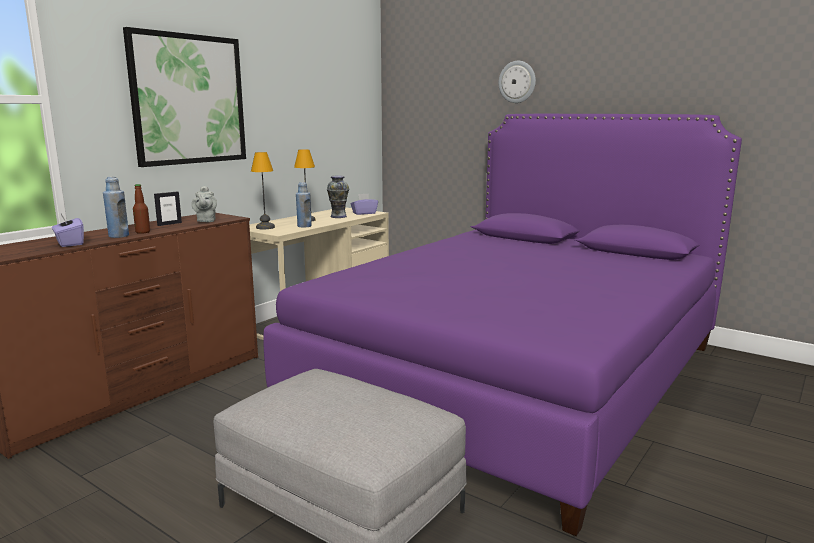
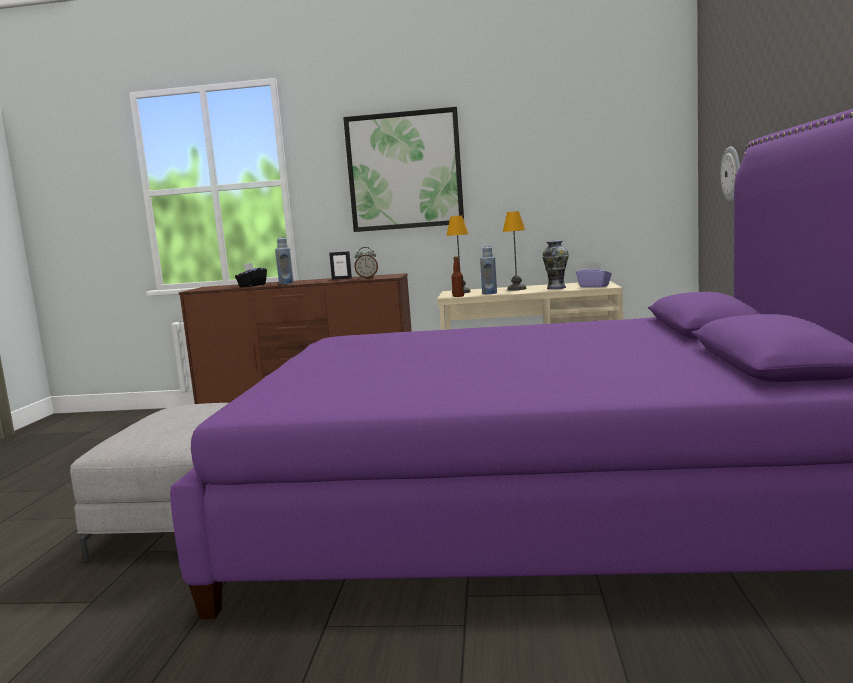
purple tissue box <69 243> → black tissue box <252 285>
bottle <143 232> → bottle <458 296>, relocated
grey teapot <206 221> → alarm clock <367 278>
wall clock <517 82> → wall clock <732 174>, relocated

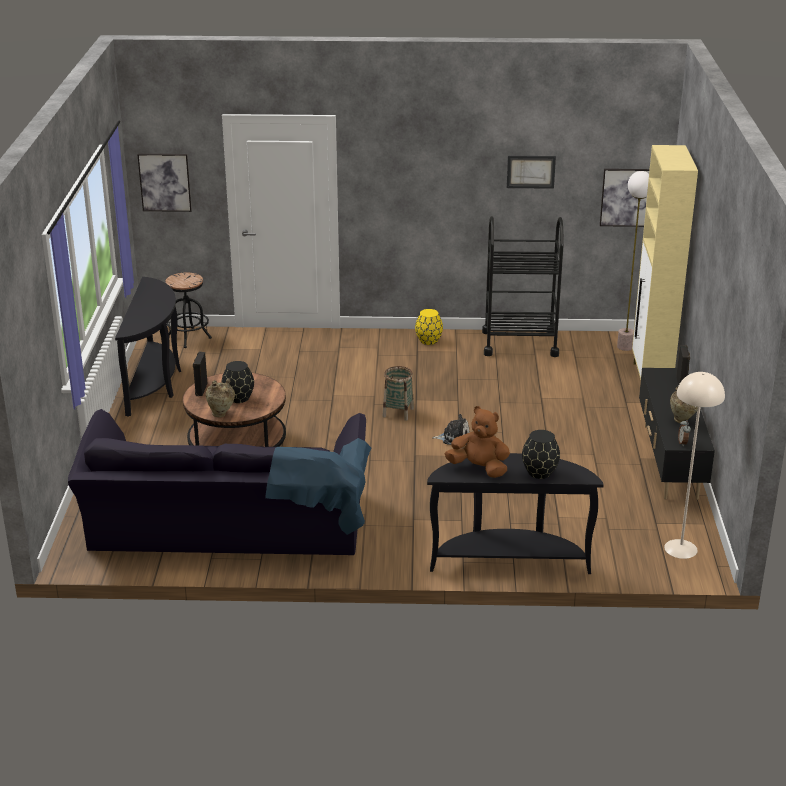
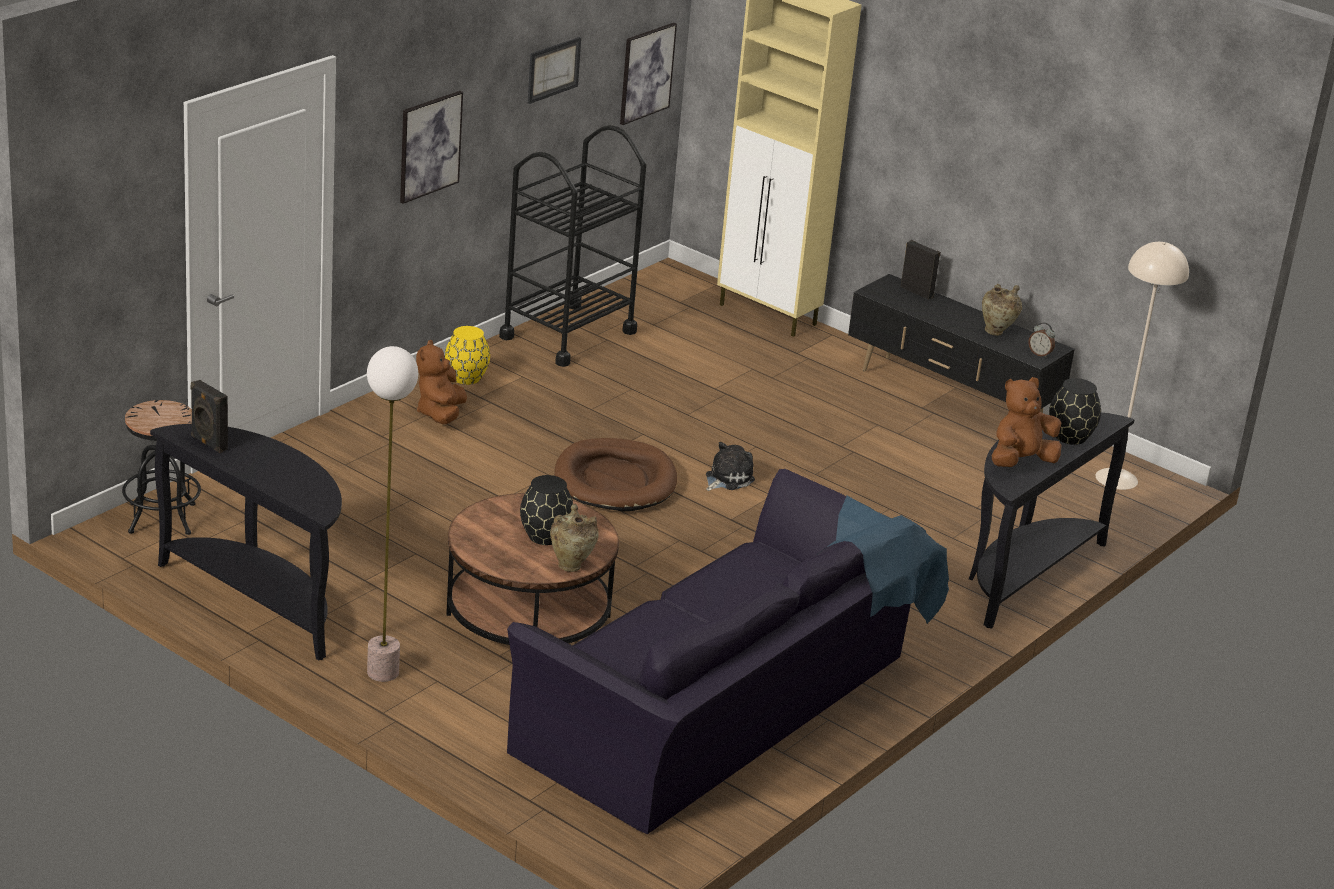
picture <165 182> → picture <429 146>, relocated
black speaker <200 389> → black speaker <208 443>, relocated
basket <398 412> → brown dog bed <615 481>
floor lamp <625 346> → floor lamp <382 672>, relocated
- → brown plush toy <440 414>

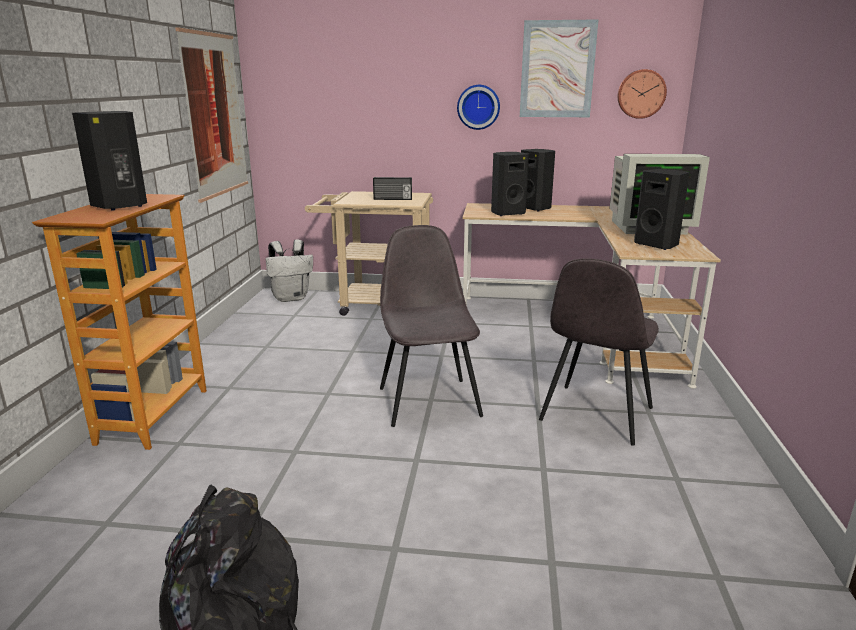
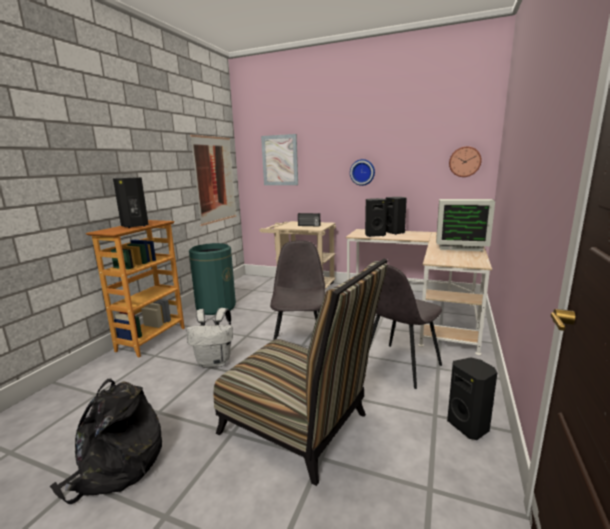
white backpack <291 298> → white backpack <215 362>, relocated
picture <557 69> → picture <280 160>, relocated
black speaker <657 245> → black speaker <469 426>, relocated
- → green trash can <216 307>
- → chair <301 427>

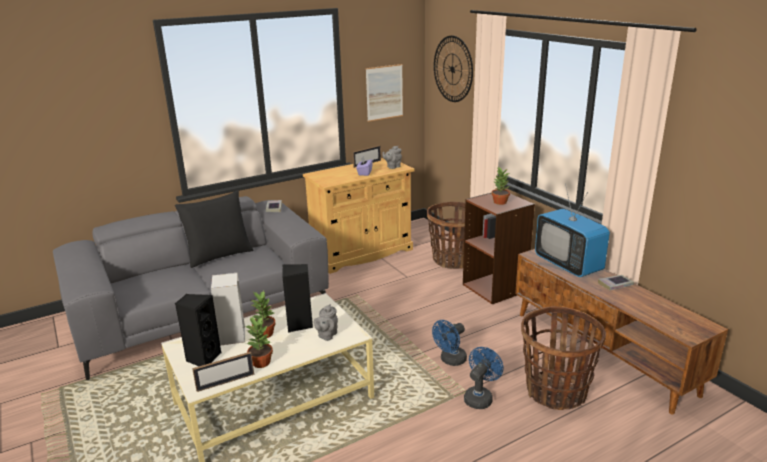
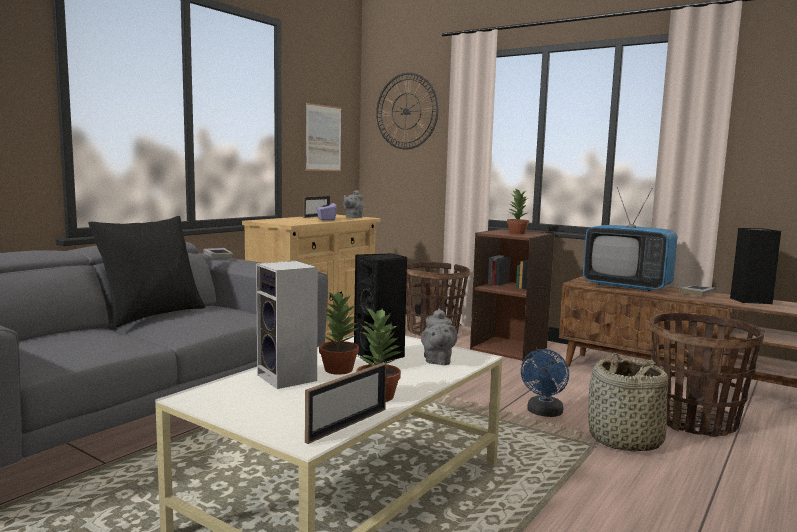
black speaker <203 358> → black speaker <749 300>, relocated
blue fan <480 397> → basket <624 440>

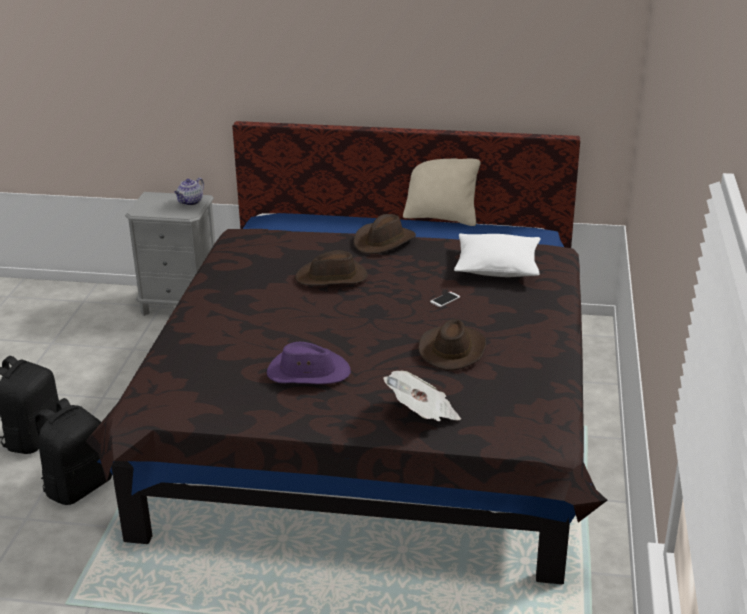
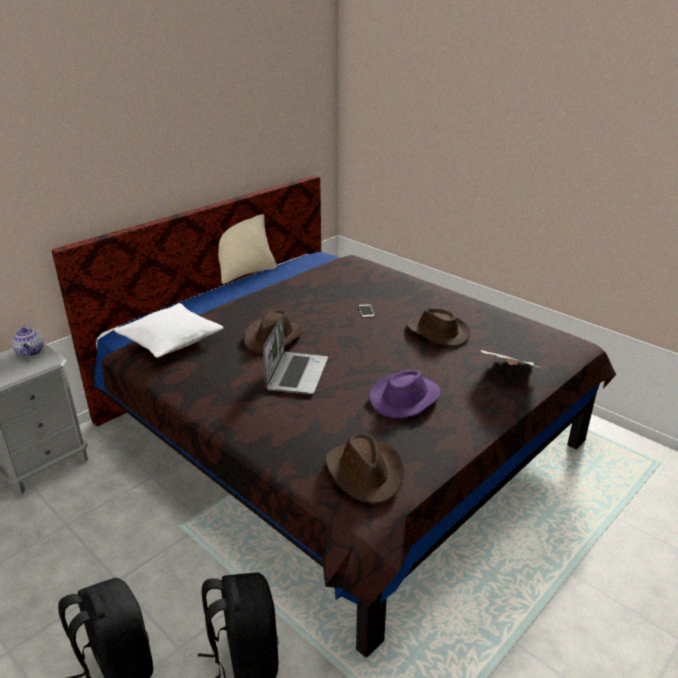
brown hat <384 241> → brown hat <365 472>, relocated
white pillow <497 267> → white pillow <171 341>, relocated
- → laptop <296 374>

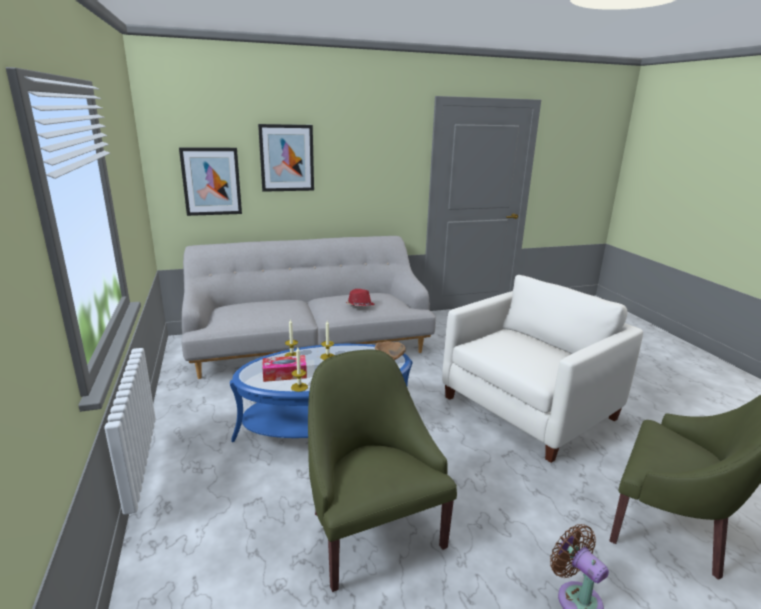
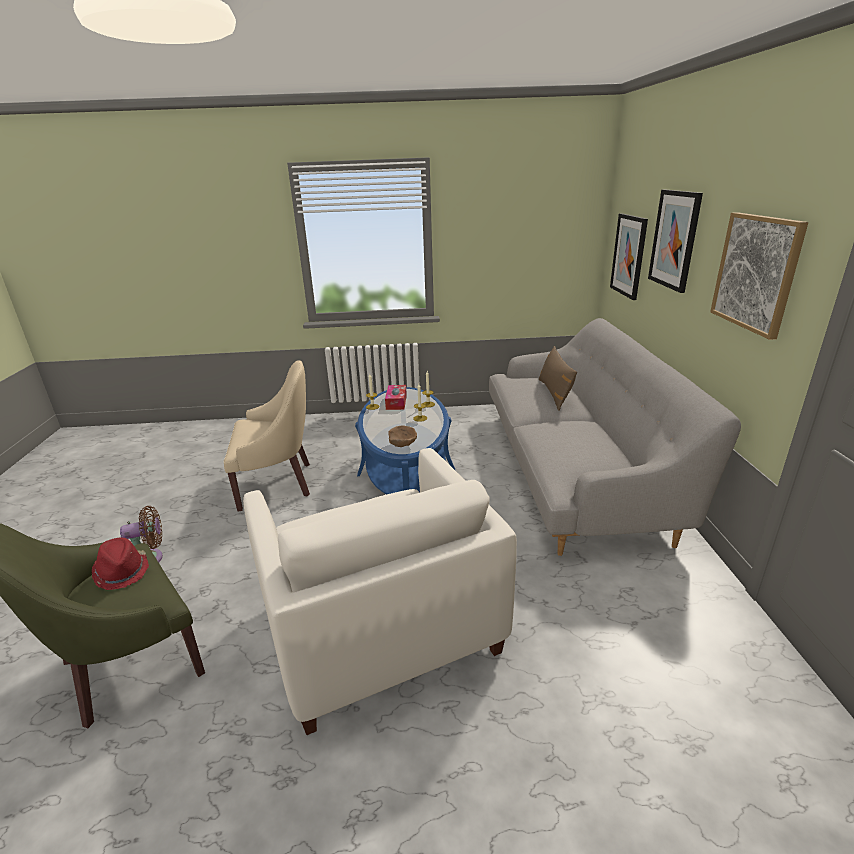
green armchair <371 530> → beige armchair <277 483>
red hat <359 306> → red hat <122 571>, relocated
- → brown pillow <555 394>
- → picture <756 273>

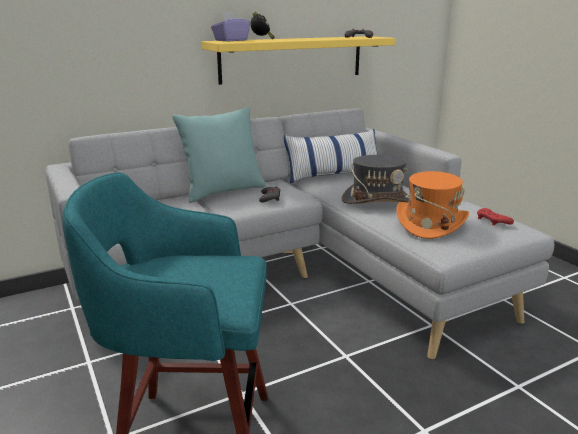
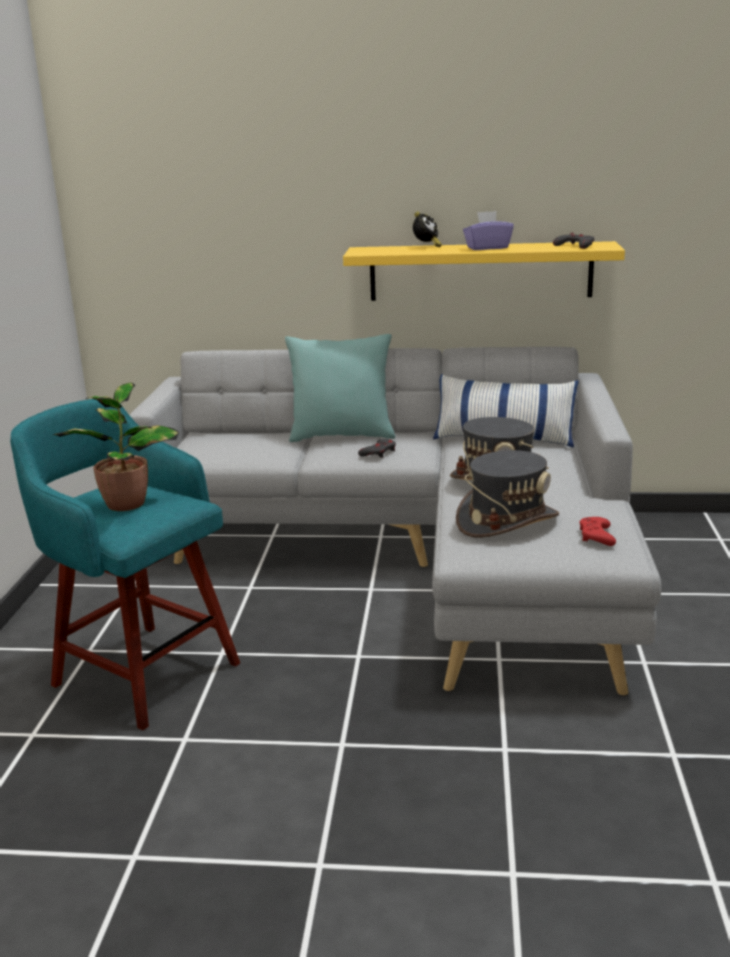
purple tissue box <231 40> → purple tissue box <487 248>, relocated
orange hat <430 223> → grey hat <507 521>
- → potted plant <127 502>

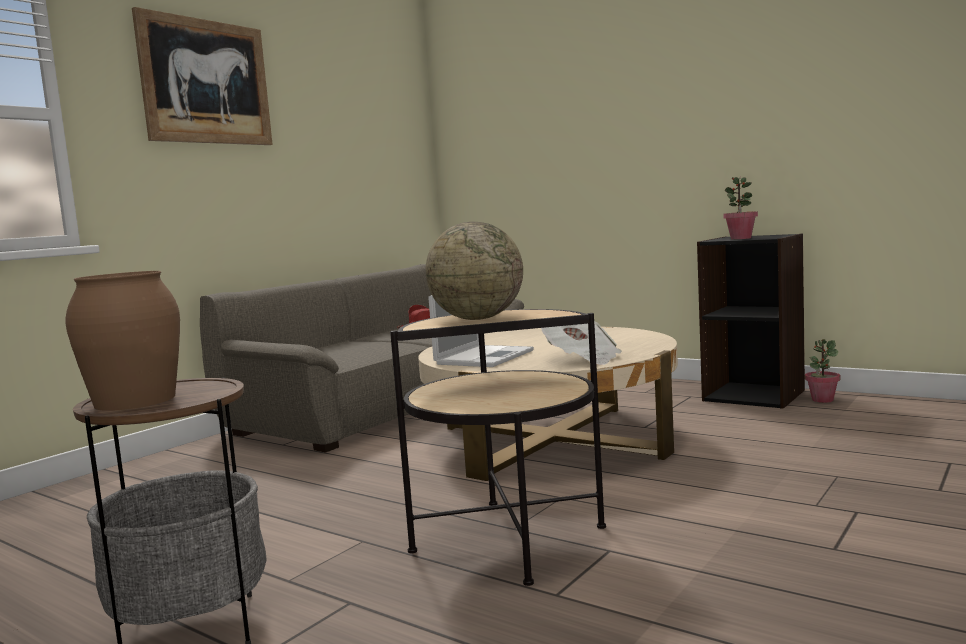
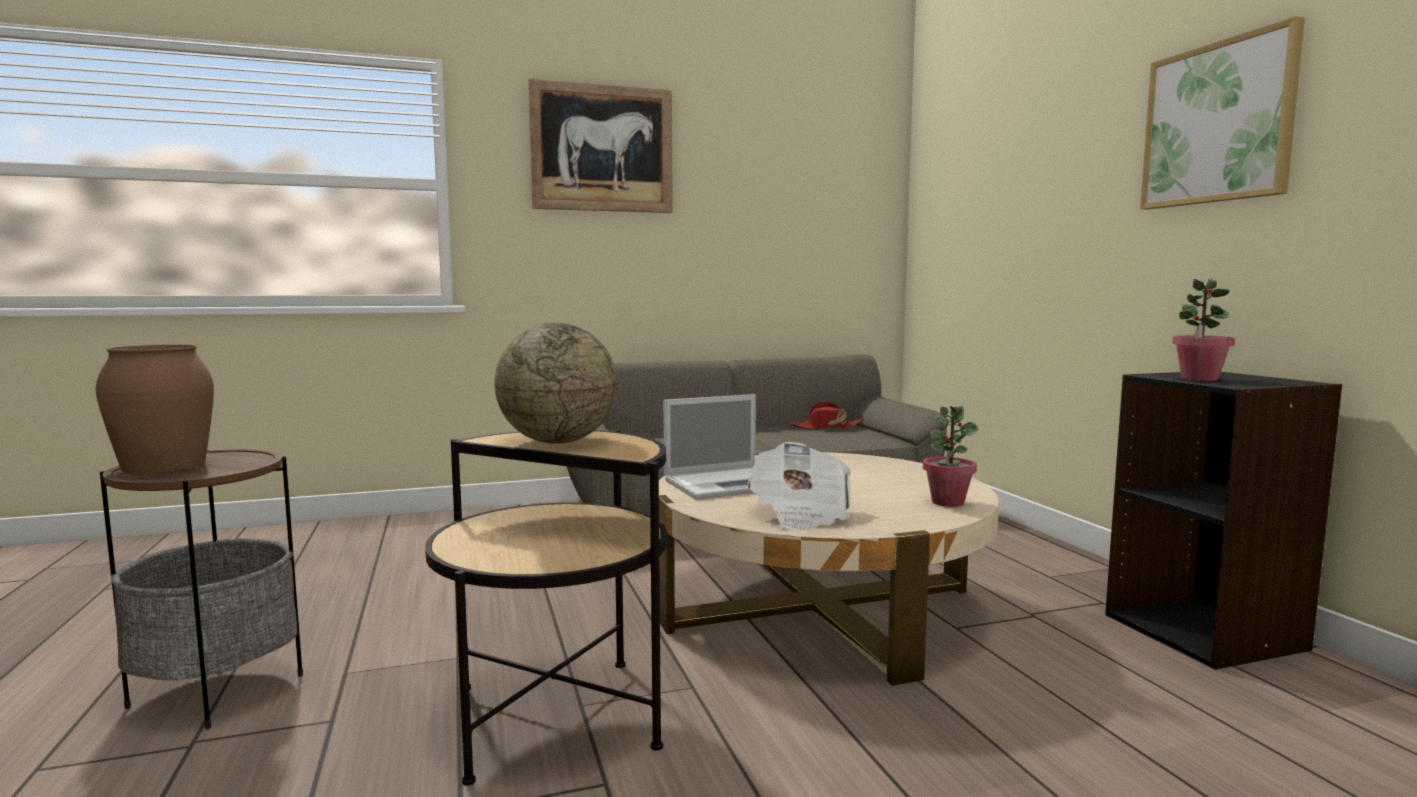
potted plant <822 400> → potted plant <947 502>, relocated
- → picture <1218 123>

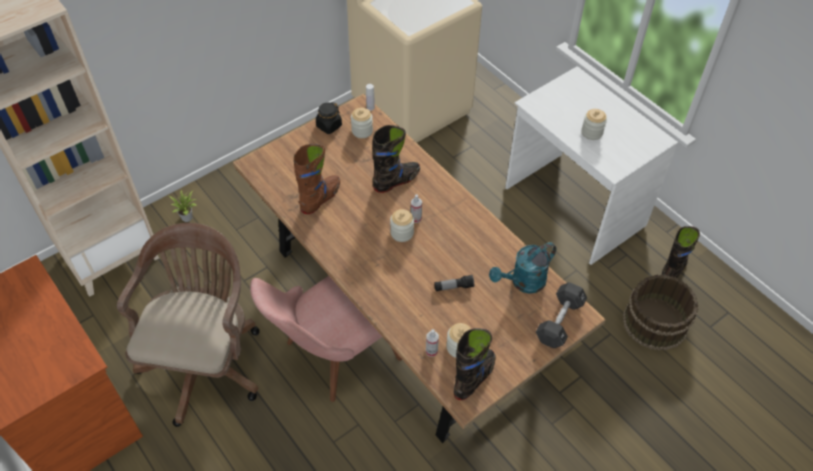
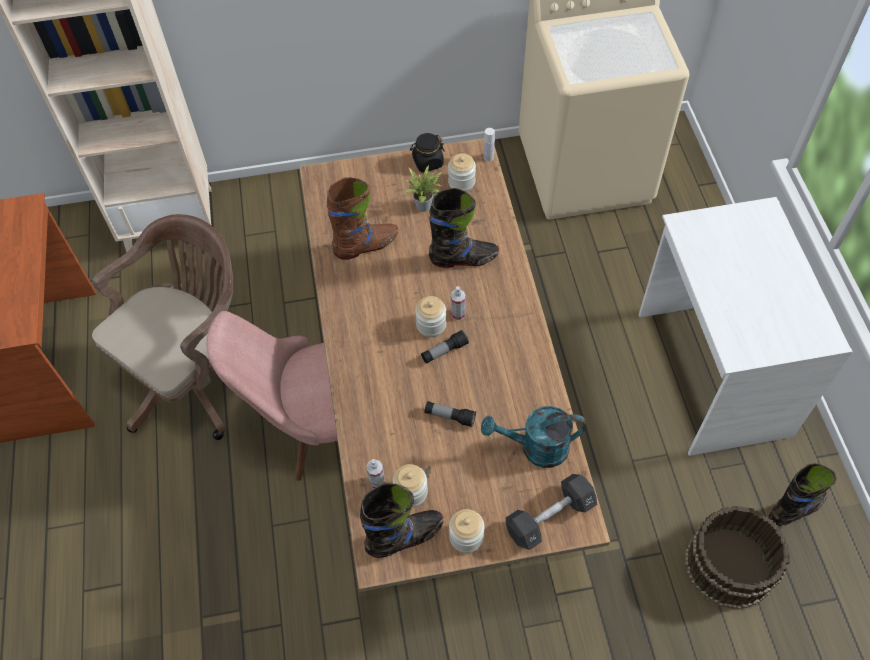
potted plant <188 217> → potted plant <425 205>, relocated
jar <592 132> → jar <466 537>, relocated
- → flashlight <444 351>

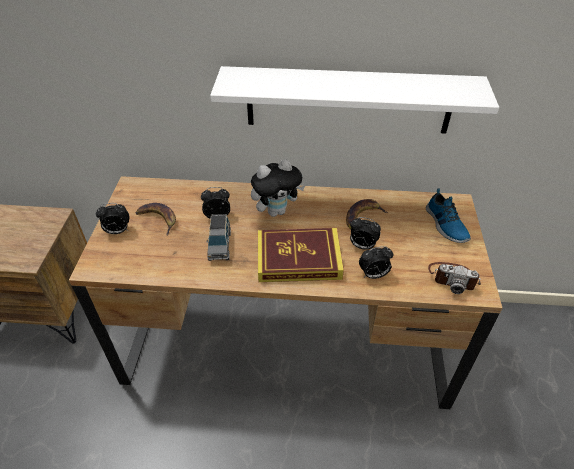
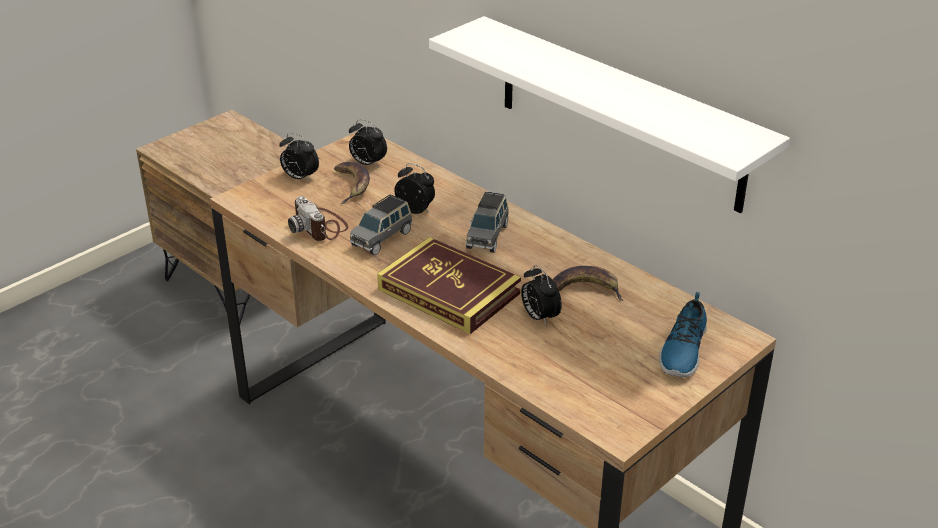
plush toy <276 211> → grey toy car <487 236>
alarm clock <373 275> → alarm clock <367 164>, relocated
photo camera <452 278> → photo camera <320 227>, relocated

